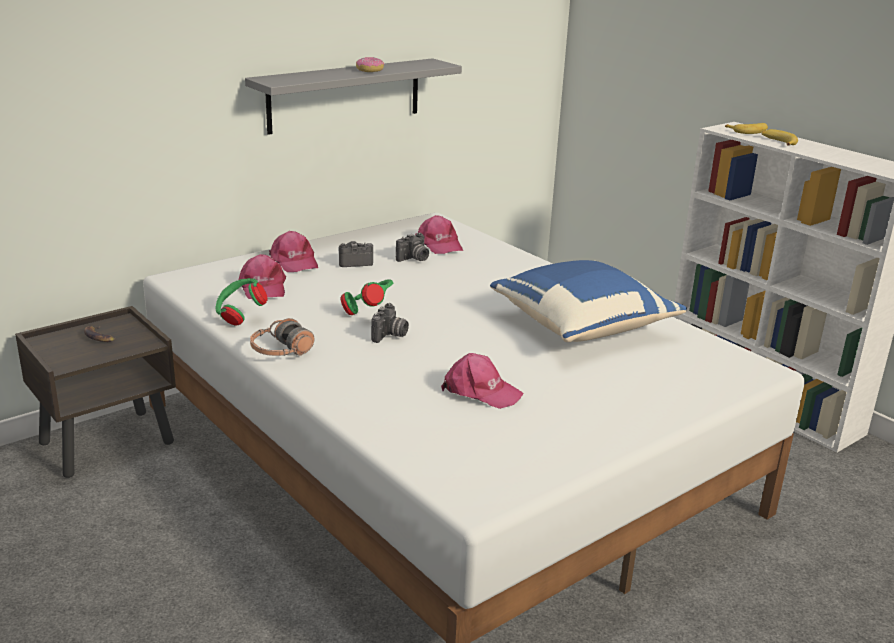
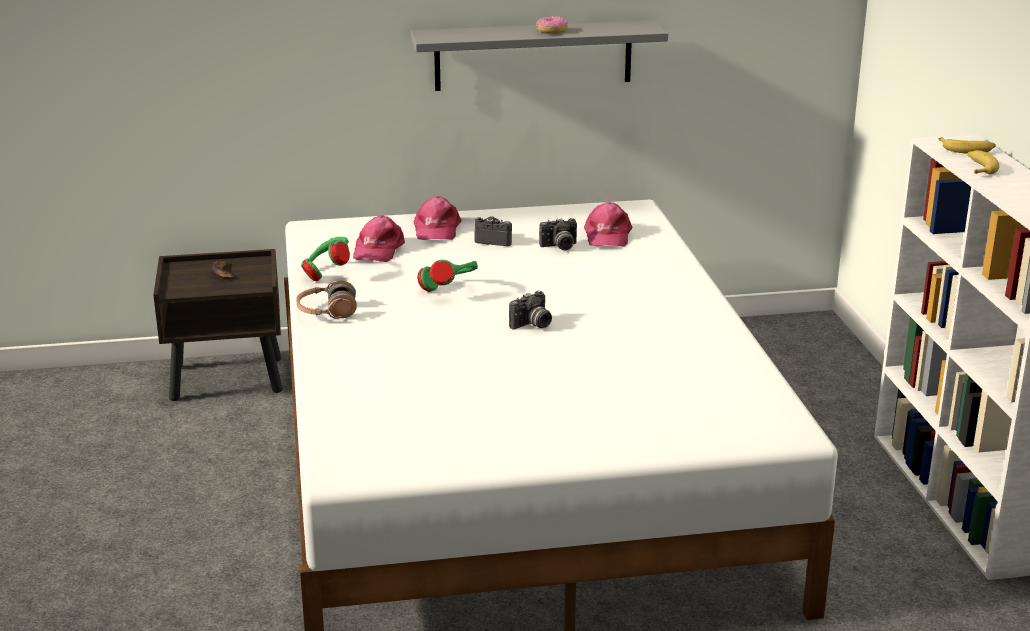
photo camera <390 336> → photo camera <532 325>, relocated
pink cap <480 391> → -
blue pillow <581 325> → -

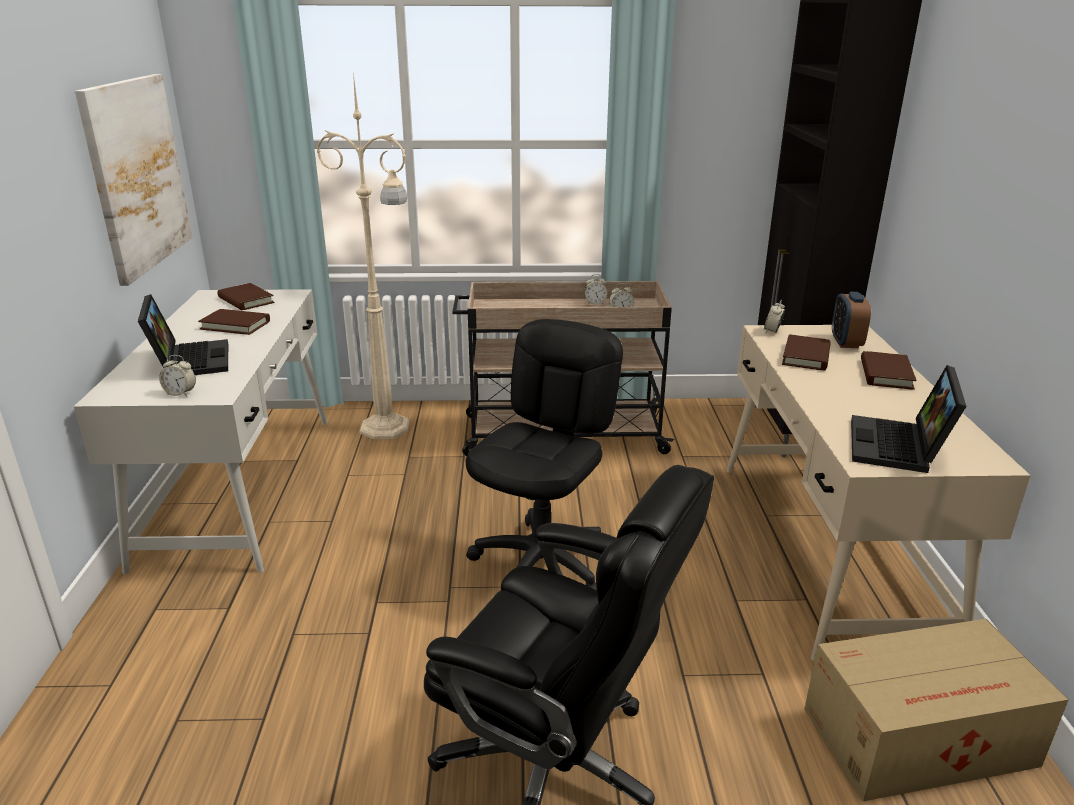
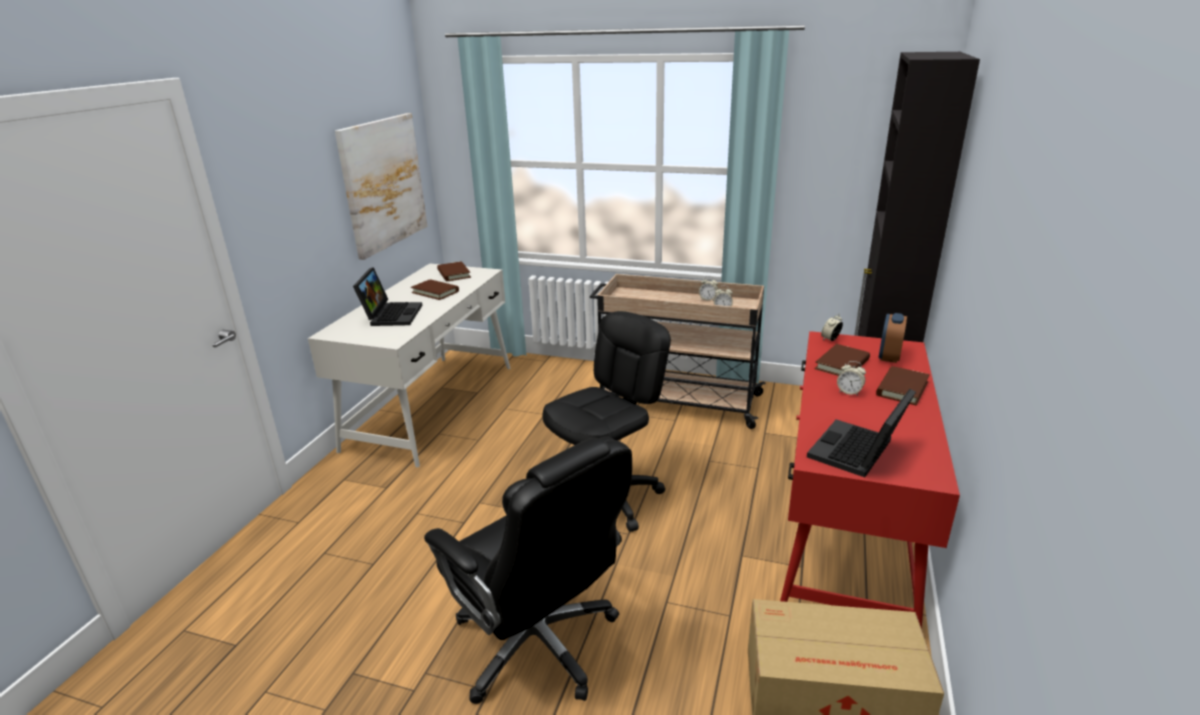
alarm clock <180 393> → alarm clock <849 392>, relocated
beige floor lamp <387 428> → -
beige desk <827 549> → red desk <845 530>

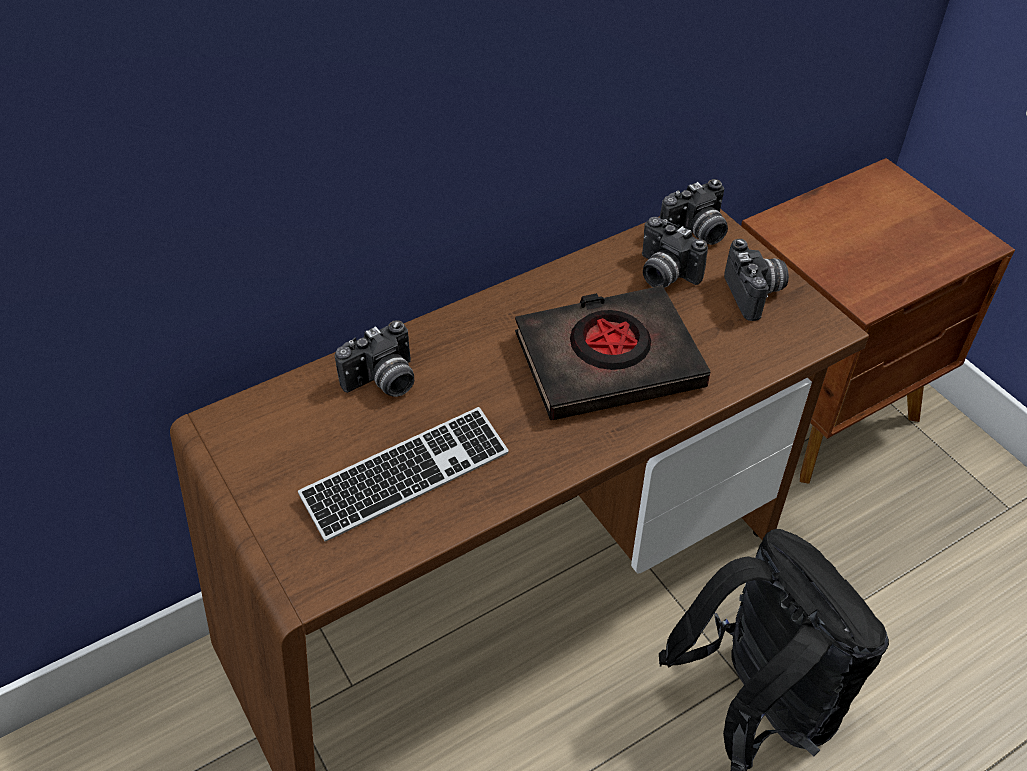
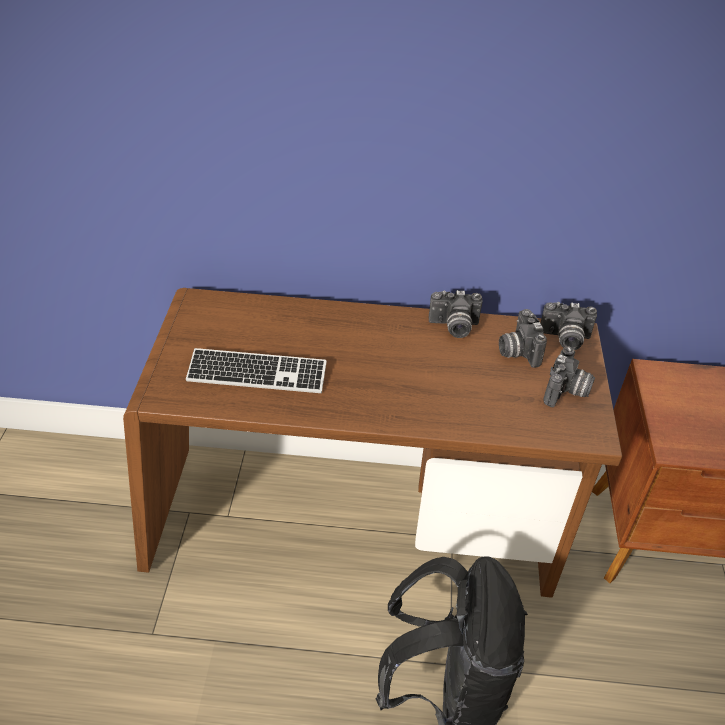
photo camera <383 382> → photo camera <453 327>, relocated
black book <608 361> → -

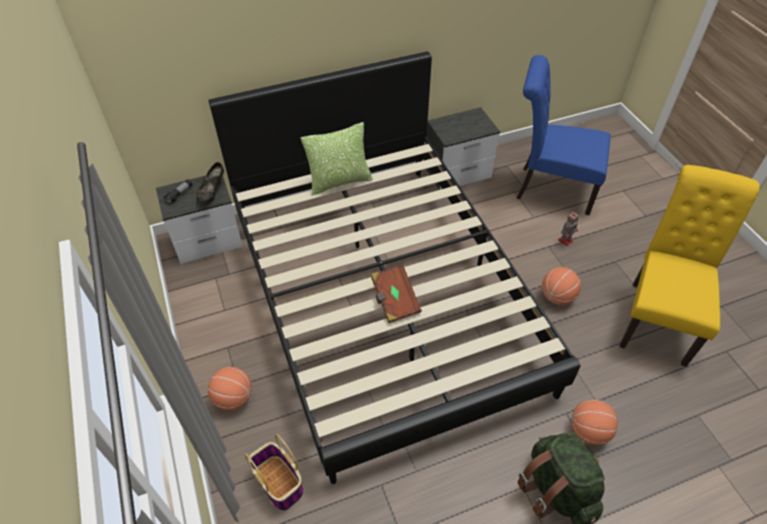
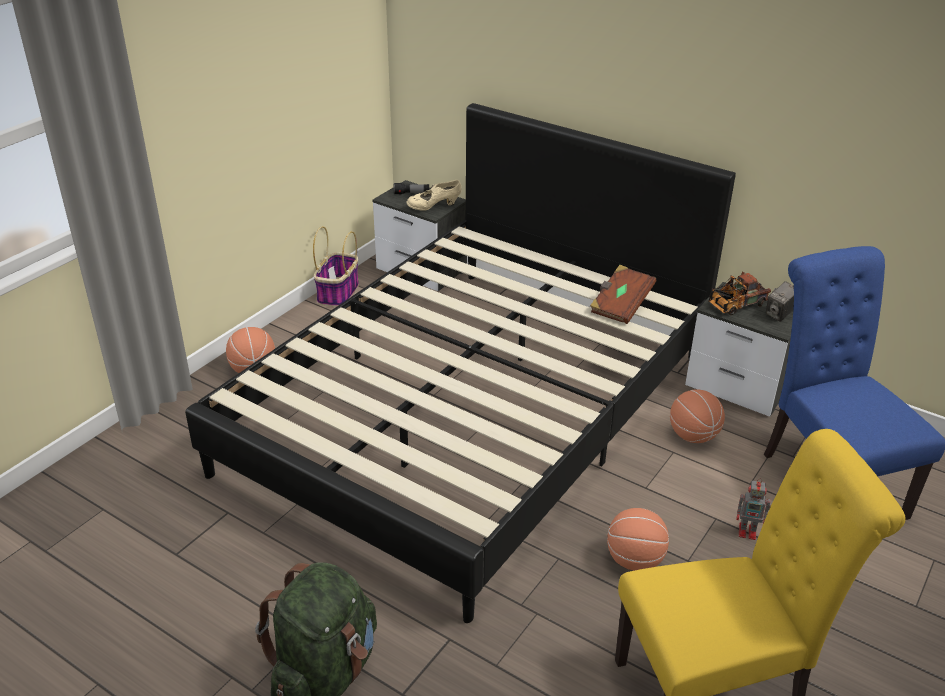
black shoe <212 192> → beige shoe <434 207>
basket <279 483> → basket <338 293>, relocated
pillow <339 181> → -
brown book <394 300> → brown book <620 305>, relocated
basketball <589 431> → basketball <693 436>, relocated
- → toy truck <733 306>
- → photo camera <779 314>

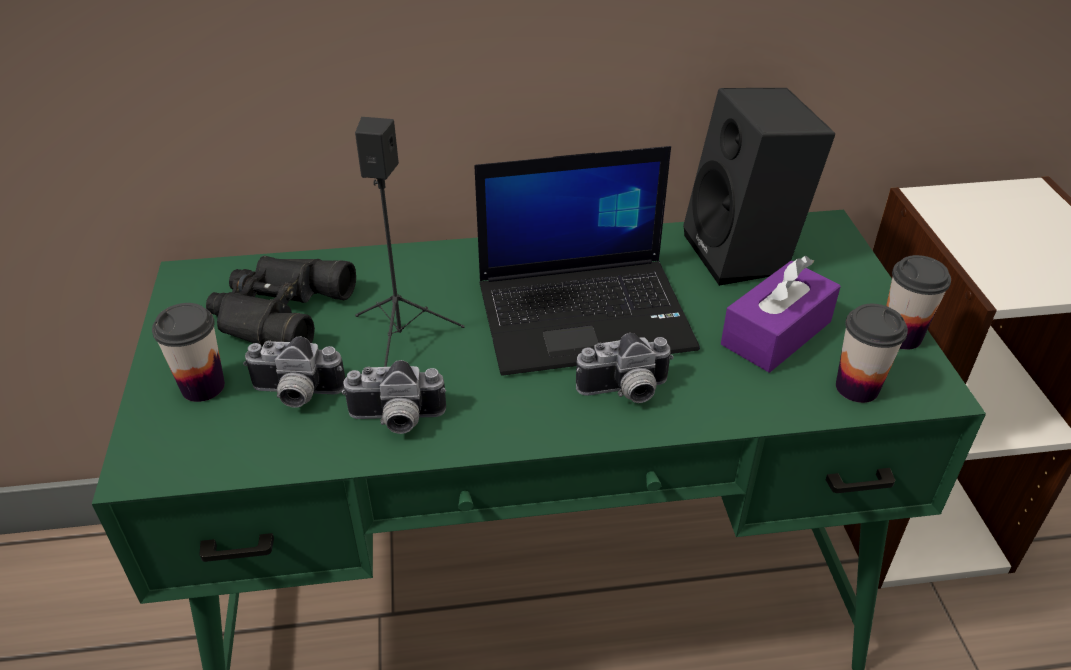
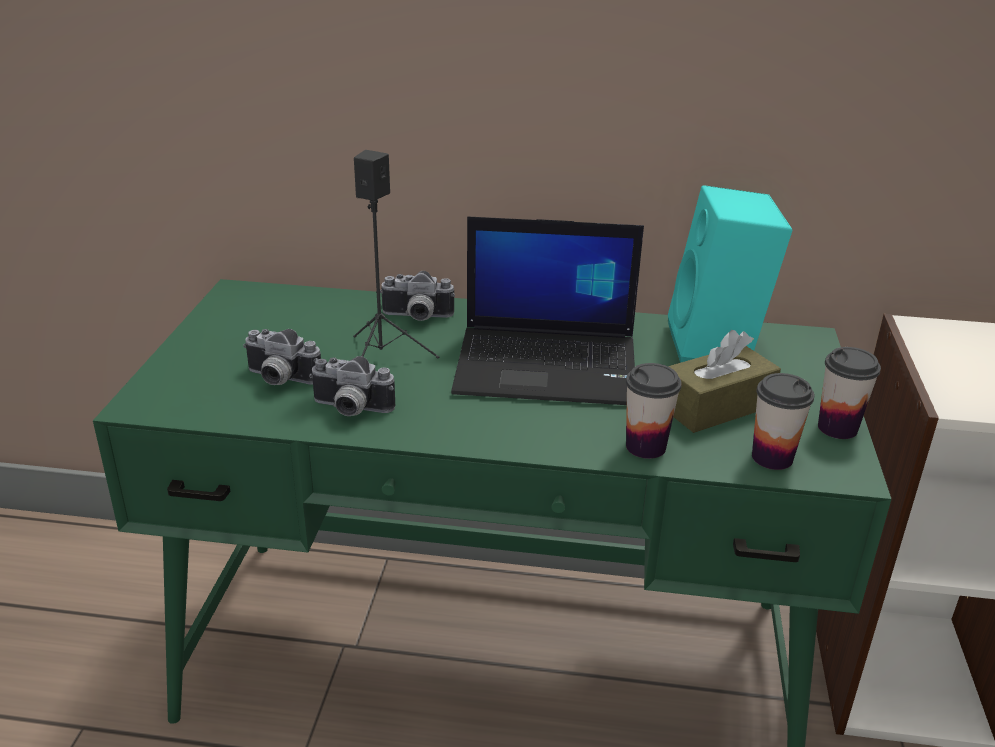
cup <203 387> → cup <645 447>, relocated
black binoculars <276 312> → -
photo camera <625 392> → photo camera <416 317>, relocated
black speaker <744 255> → turquoise speaker <718 346>
purple tissue box <776 333> → brown tissue box <716 406>

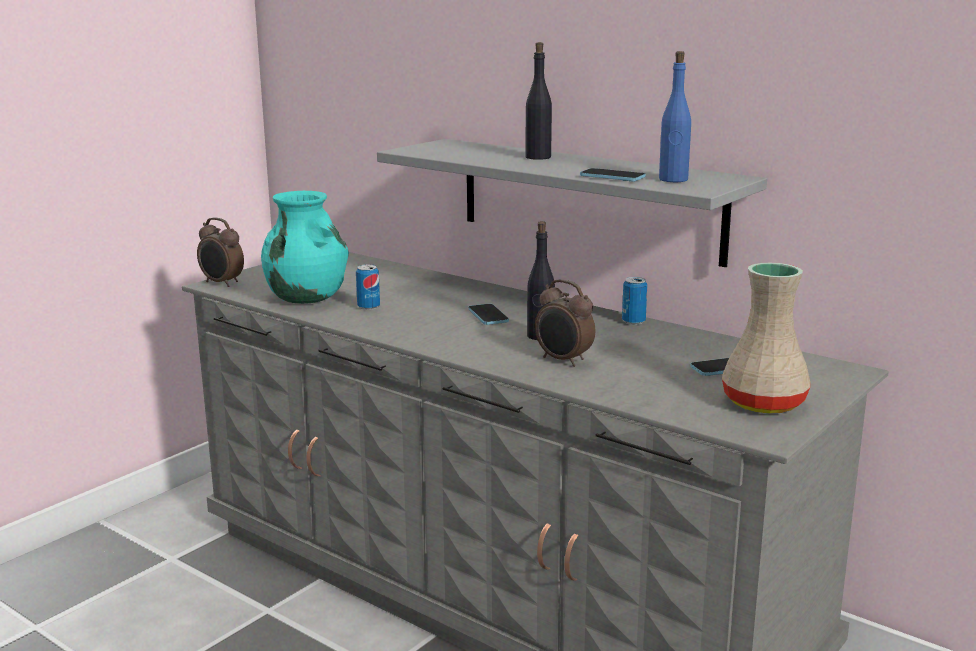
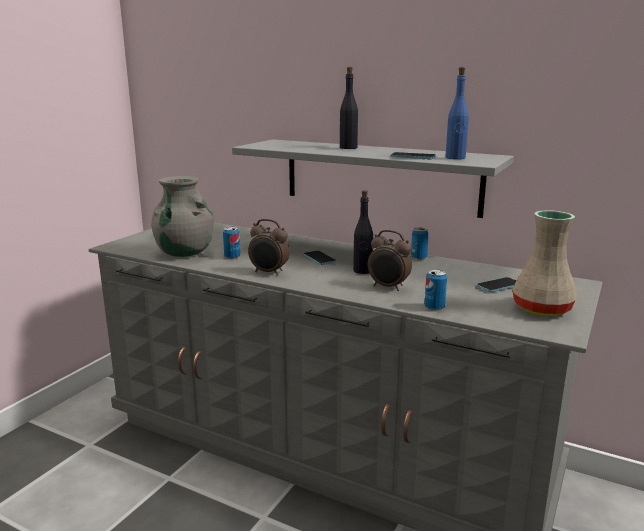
alarm clock <222 283> → alarm clock <269 272>, relocated
turquoise vase <306 298> → grey vase <185 253>
- → can <434 307>

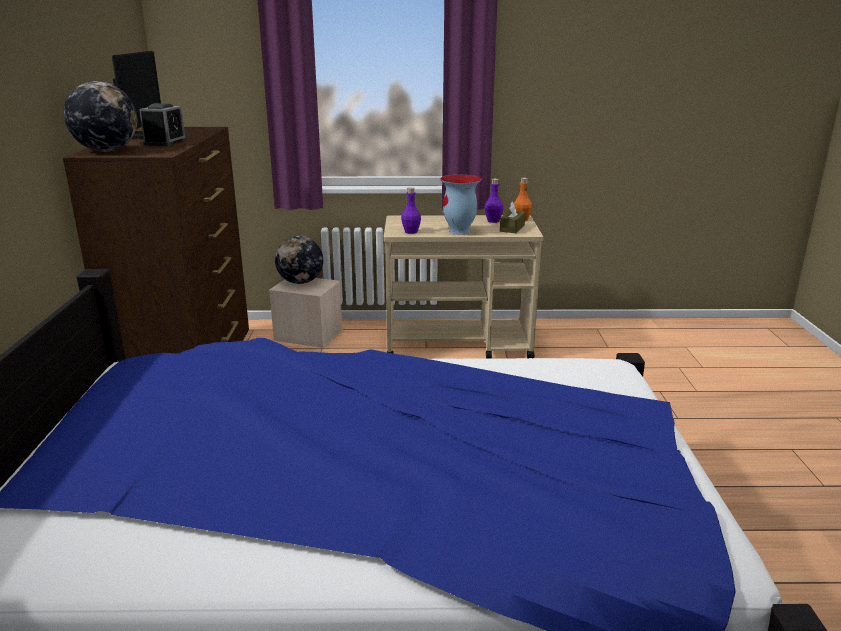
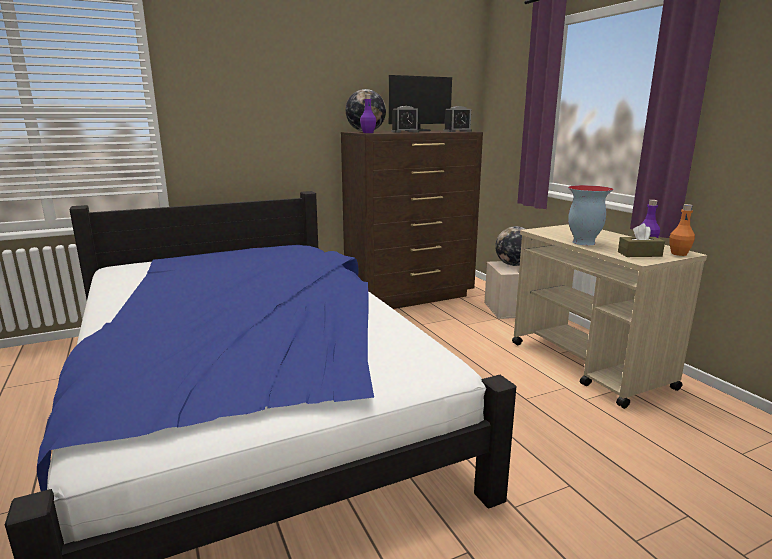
purple bottle <411 232> → purple bottle <368 133>, relocated
- → alarm clock <457 131>

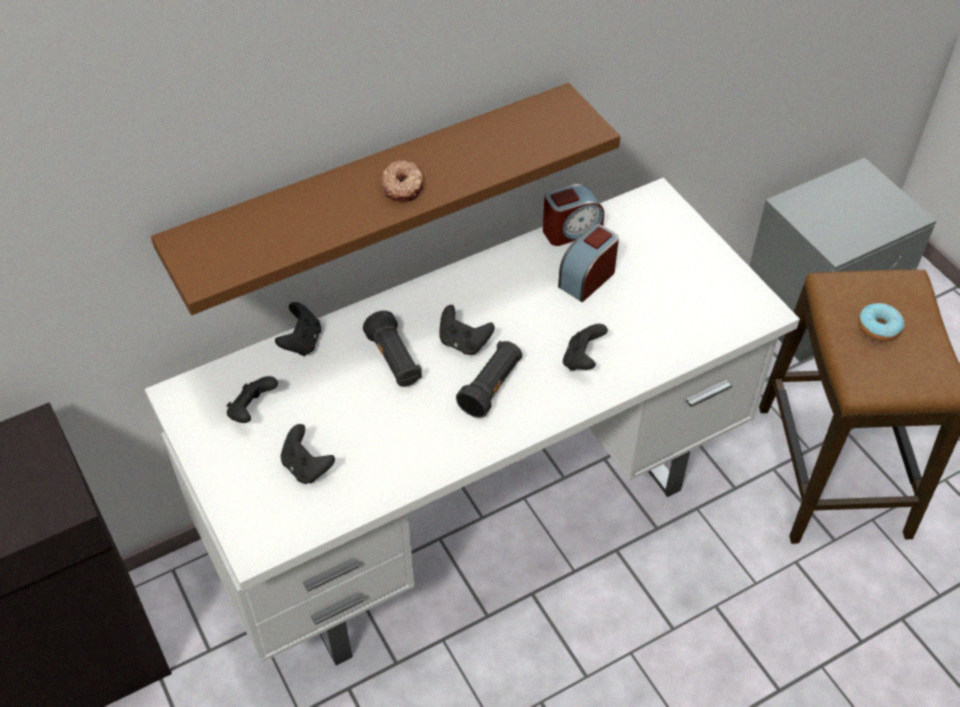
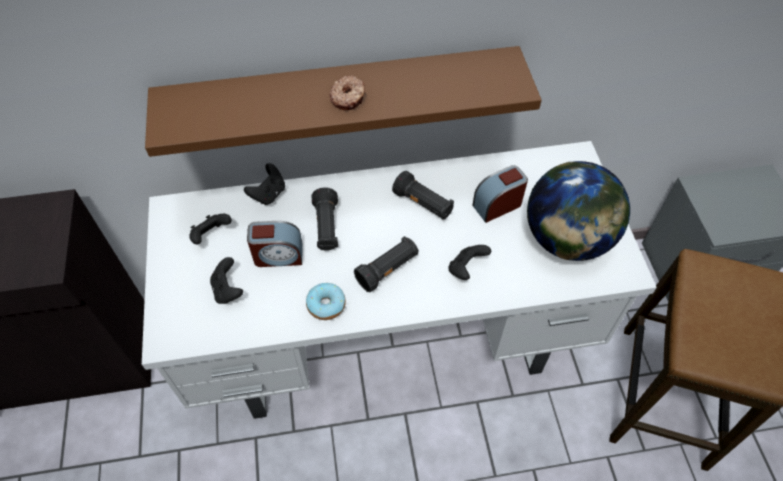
black game controller <463 343> → -
alarm clock <571 230> → alarm clock <278 255>, relocated
donut <878 328> → donut <326 305>, relocated
- → black flashlight <423 204>
- → globe <566 239>

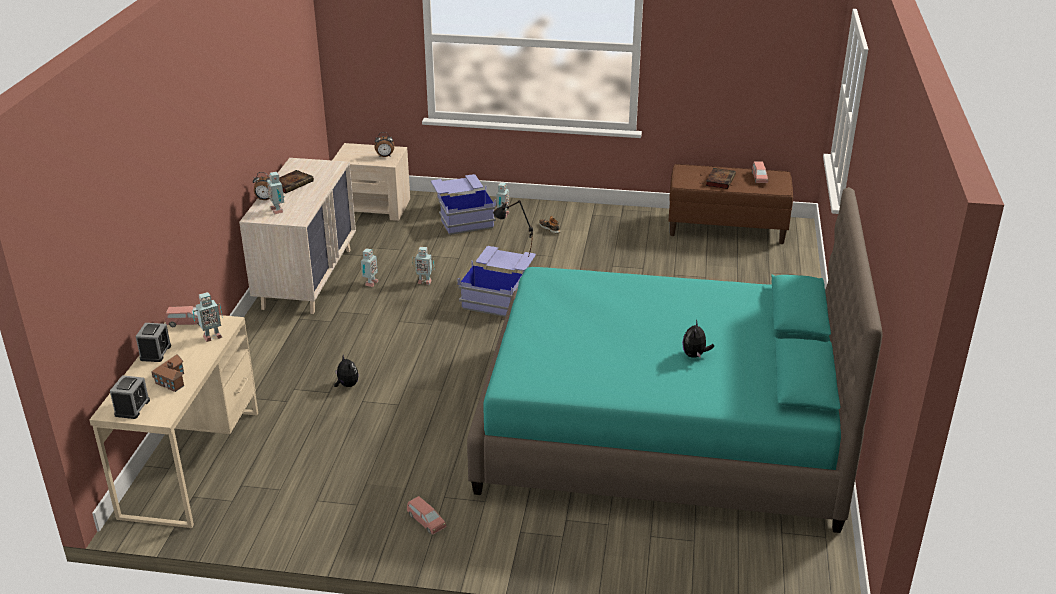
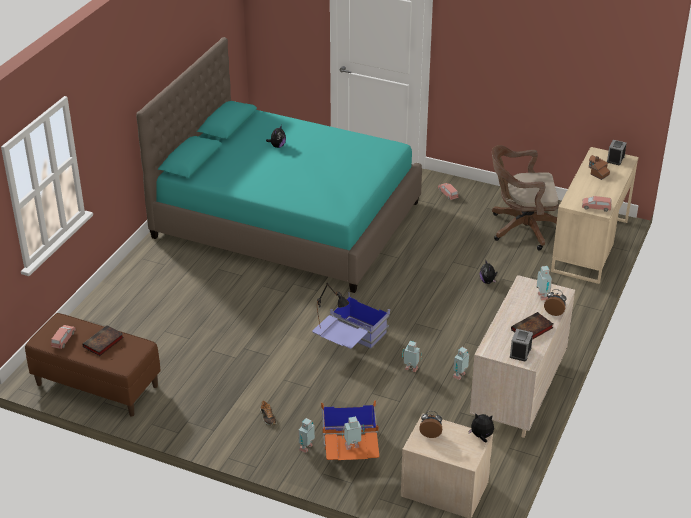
alarm clock <155 352> → alarm clock <520 352>, relocated
toy robot <211 336> → toy robot <353 446>, relocated
blue storage box <462 217> → orange storage box <350 453>
- → plush toy <481 436>
- → brown office chair <521 228>

